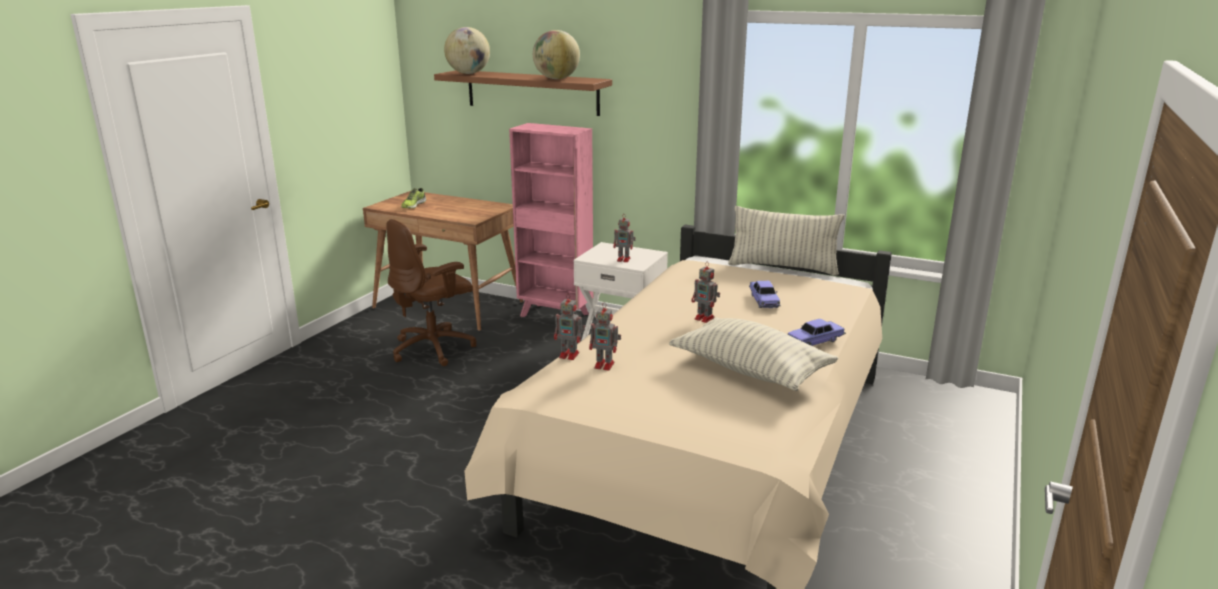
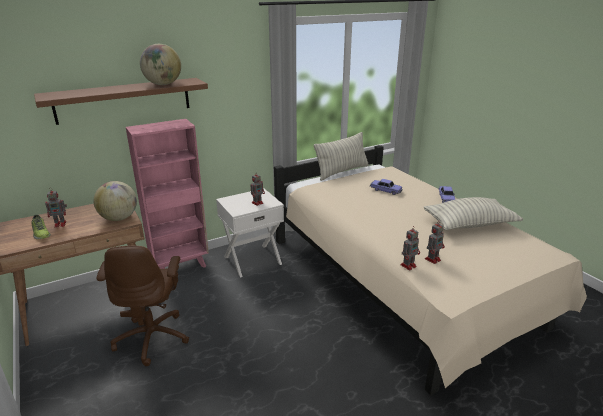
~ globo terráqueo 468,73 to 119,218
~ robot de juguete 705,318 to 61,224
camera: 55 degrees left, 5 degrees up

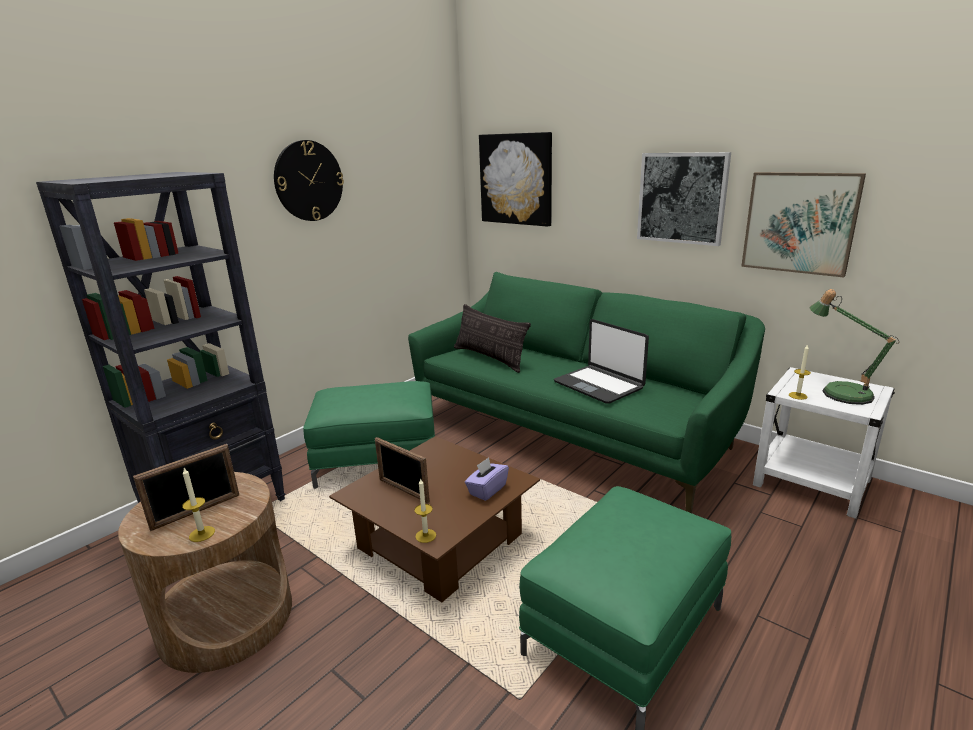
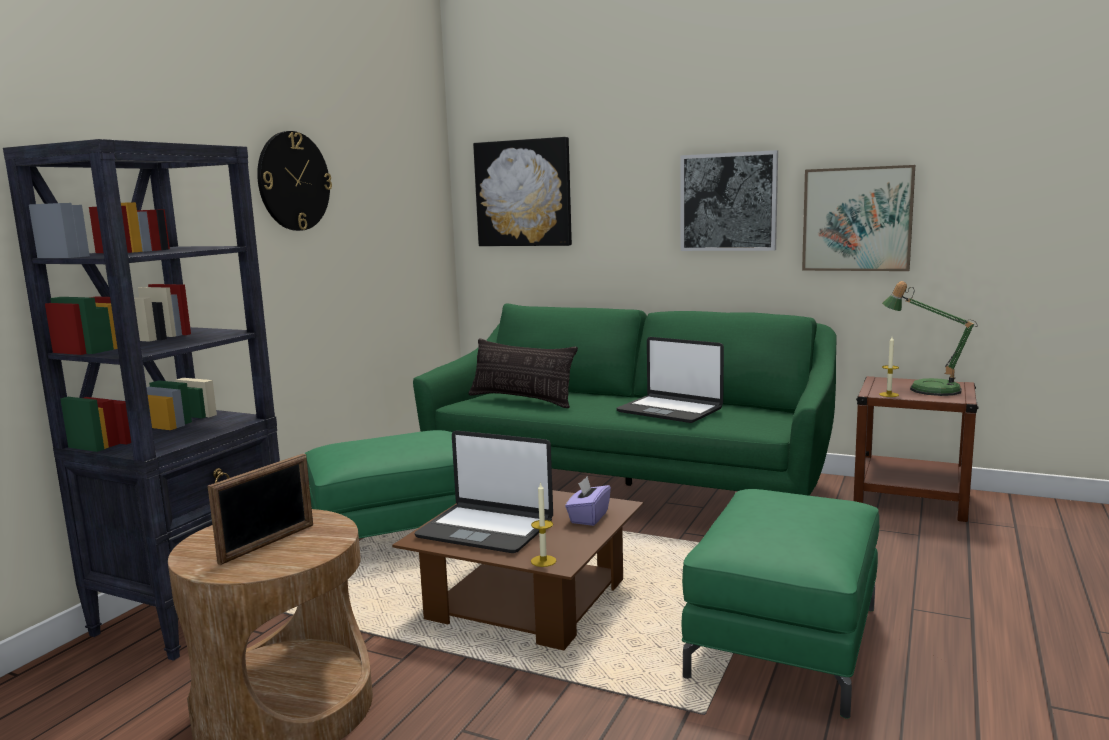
- vela 202,534
~ portarretratos 403,490 to portátil 486,529
~ mesa auxiliar/blanco 812,483 to mesa auxiliar/marrón 911,500
camera: 15 degrees left, 10 degrees down

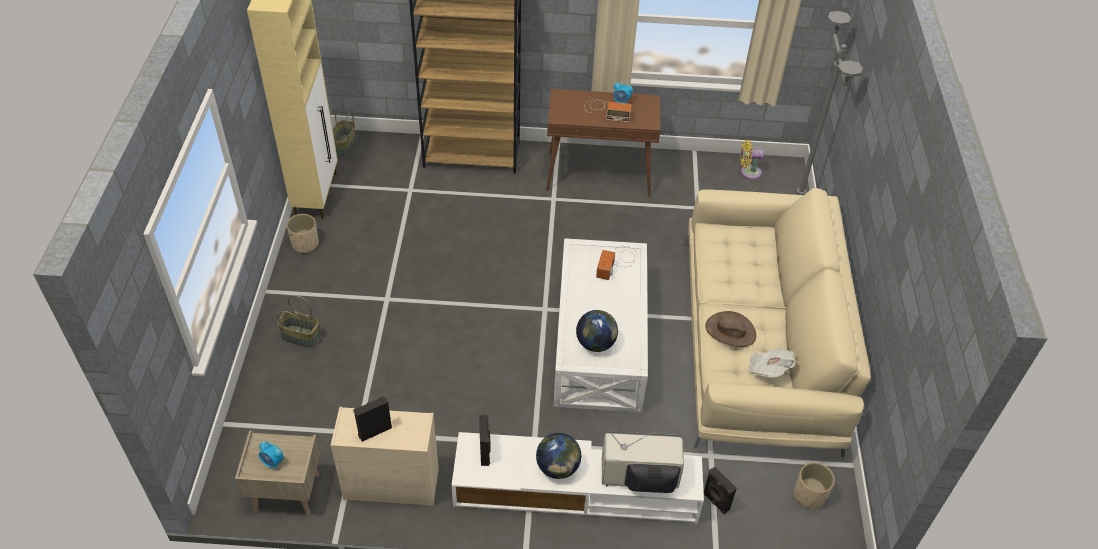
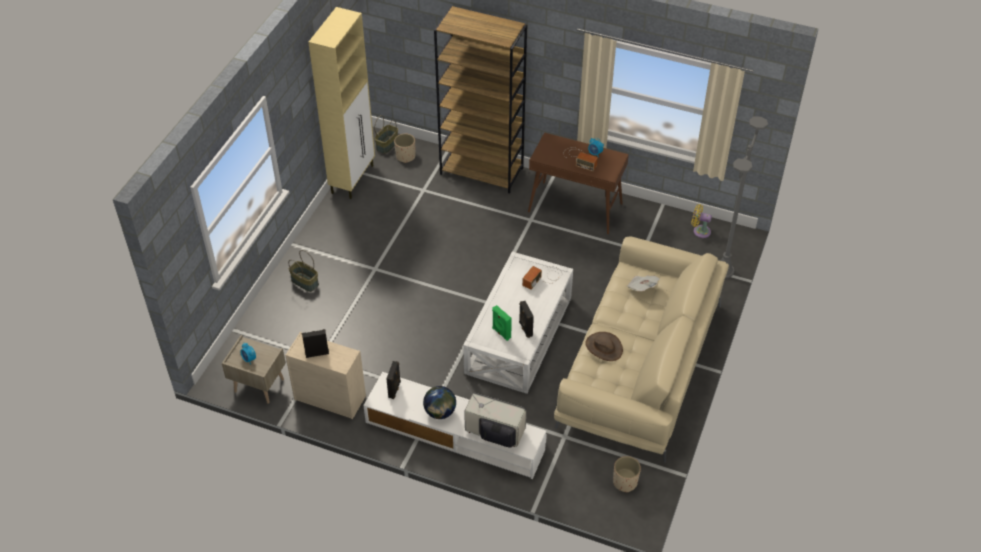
~ maceta/beis 305,244 to 405,156
~ altavoz/negro 715,502 to 525,329
~ periódico 768,369 to 642,288
~ globo terráqueo 596,343 to altavoz/verde 501,333
camera: 20 degrees right, 0 degrees up

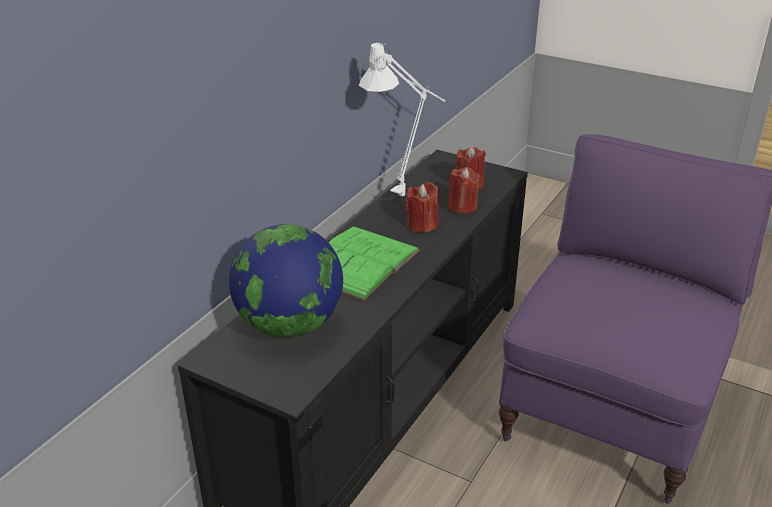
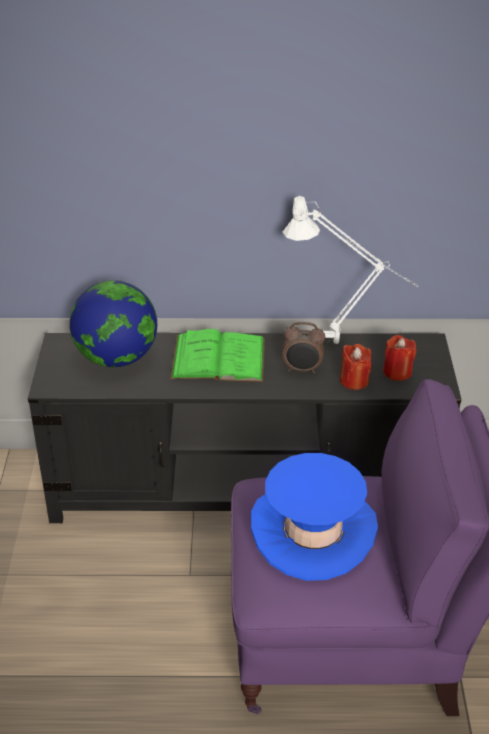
+ sombrero/azul 313,531
~ vela/rojo 422,225 to despertador 302,369
camera: 60 degrees right, 5 degrees up

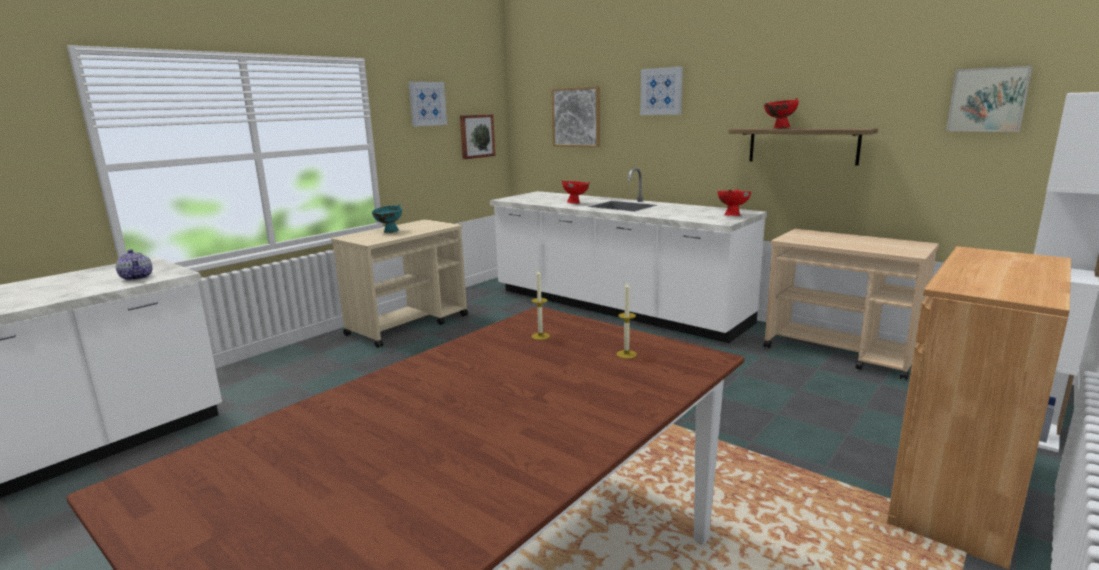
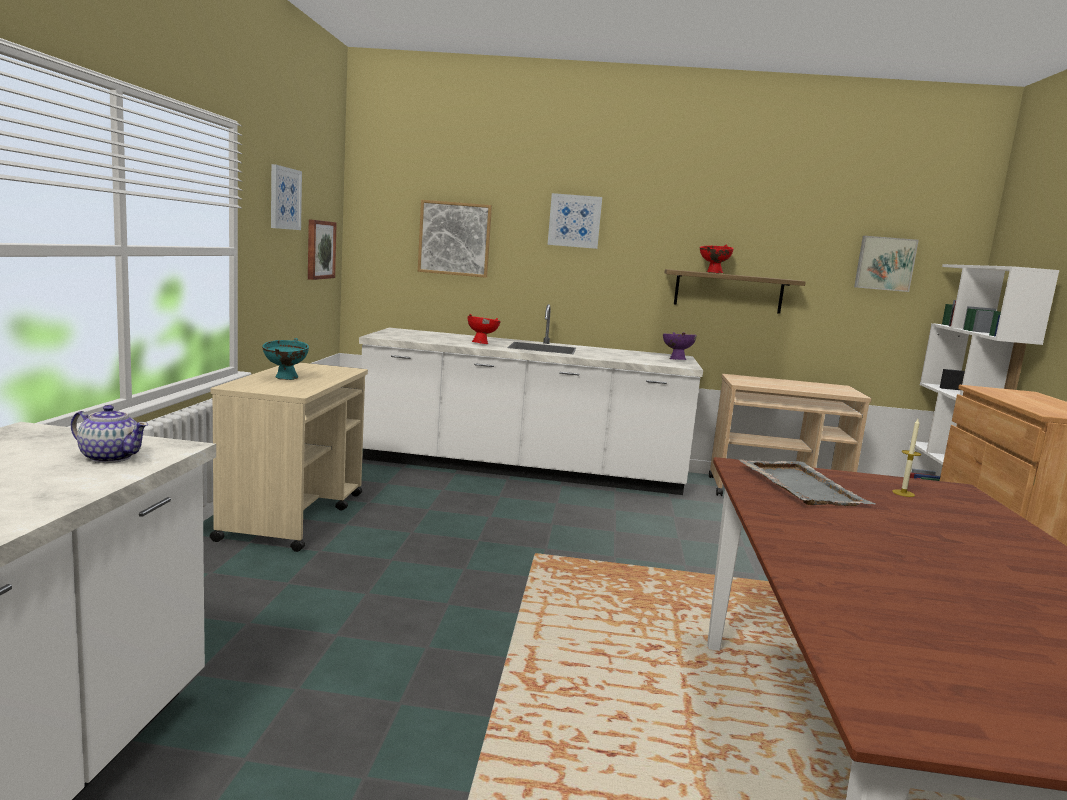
~ vela 540,336 to bandeja/gris 800,486
~ cuenco/rojo 732,215 to cuenco/morado 676,359
camera: 35 degrees left, 5 degrees down

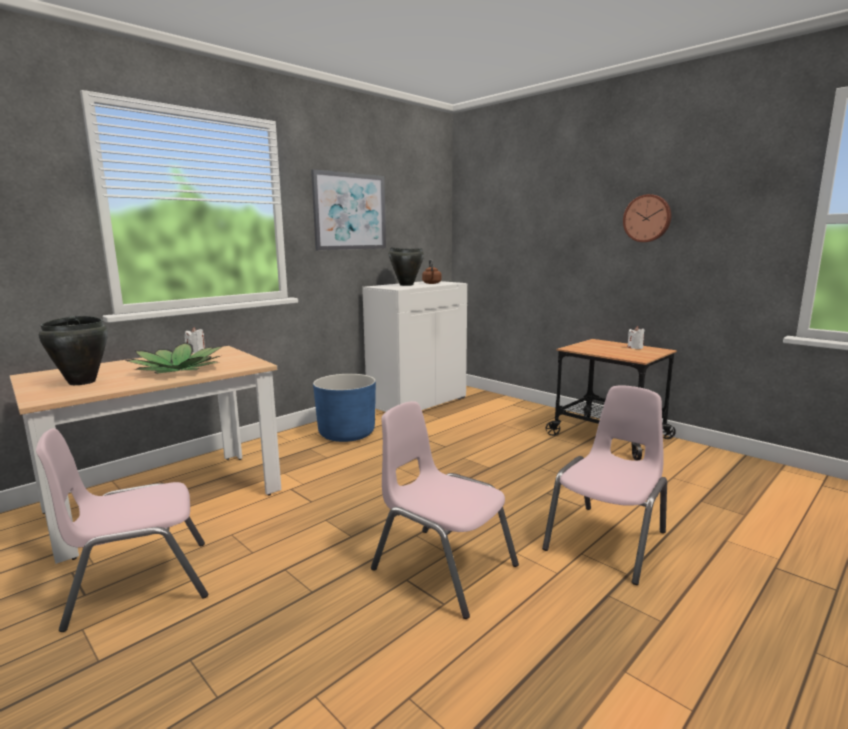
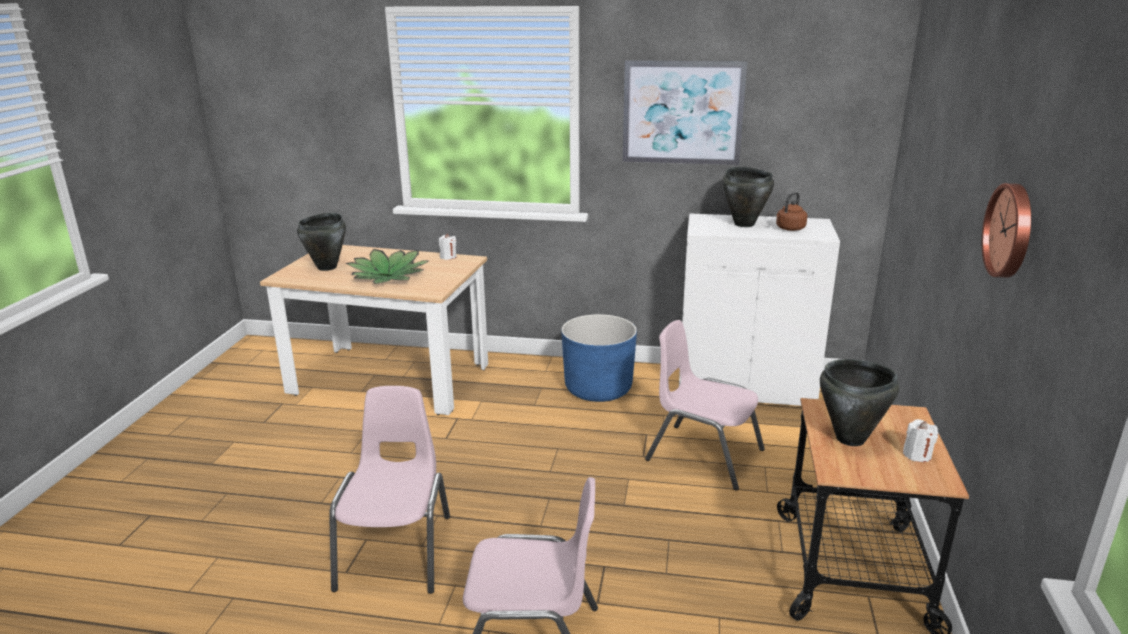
+ olla/negro 850,439
~ silla/rosa 139,584 to 704,455
camera: 55 degrees right, 10 degrees up

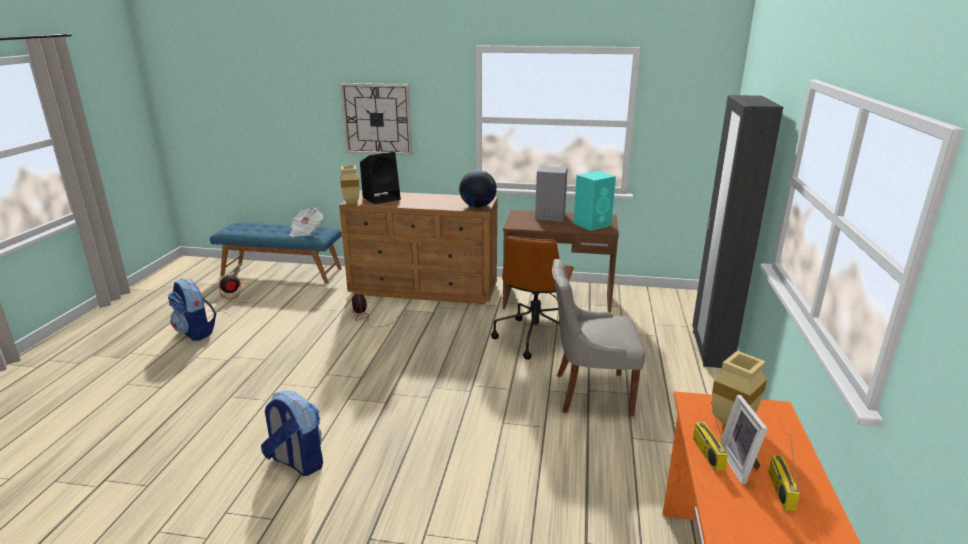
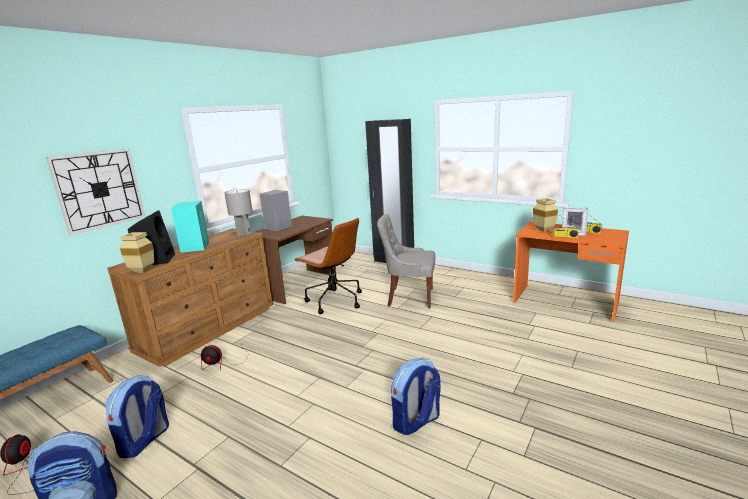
- periódico 306,231
+ mochila 145,441
~ altavoz/turquesa 593,224 to 195,247
~ globo terráqueo 477,206 to lámpara de mesa/gris 243,234
~ silla/gris 590,393 = 409,297 75 degrees clockwise
camera: 65 degrees left, 5 degrees down

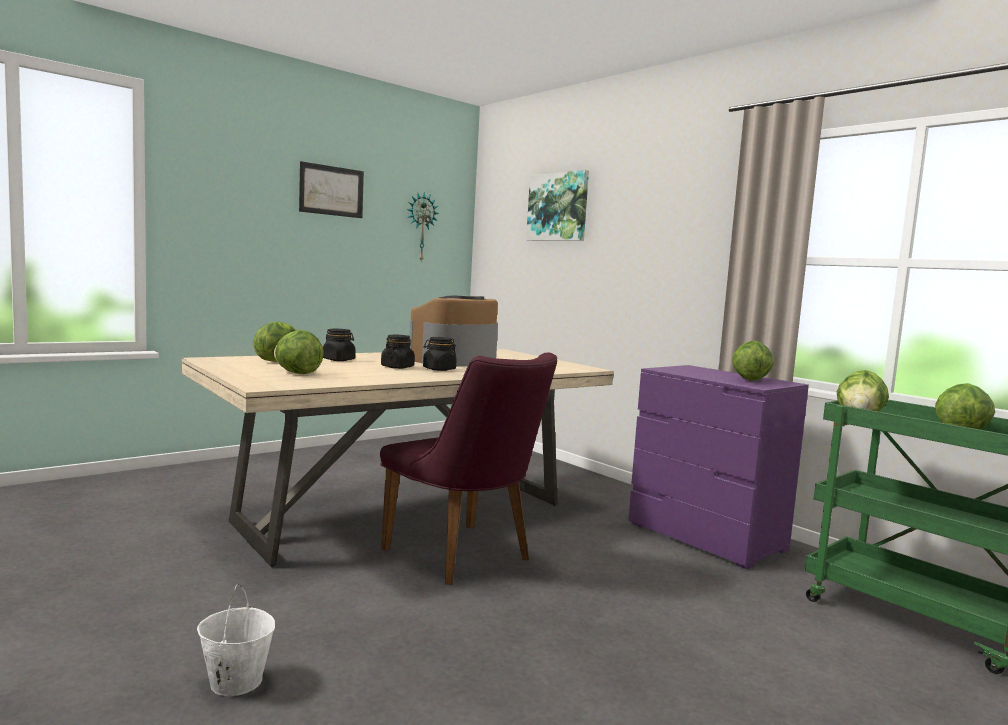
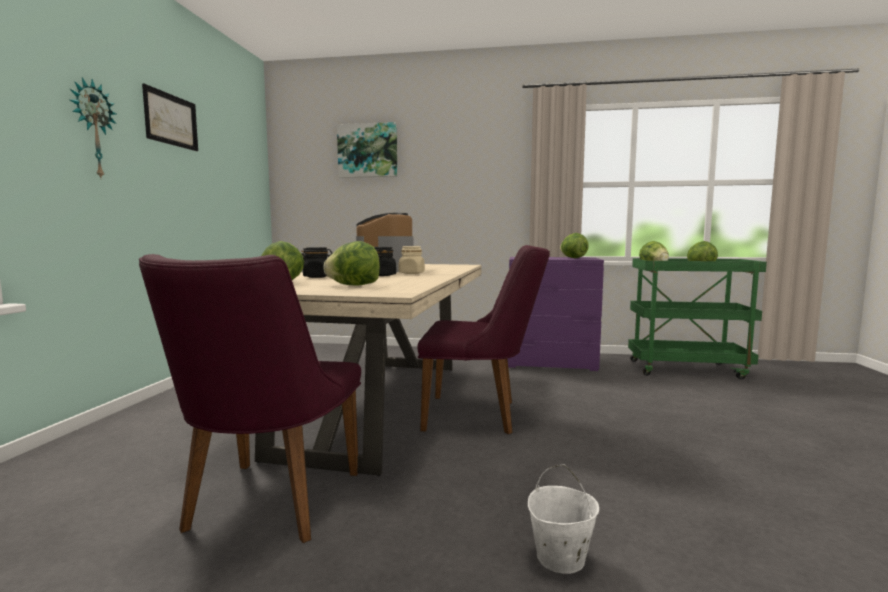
+ silla/morado 265,508
~ reloj de pared 420,227 to 92,129
~ tarro/negro 439,369 to tarro/beis 411,273
camera: 40 degrees left, 0 degrees up

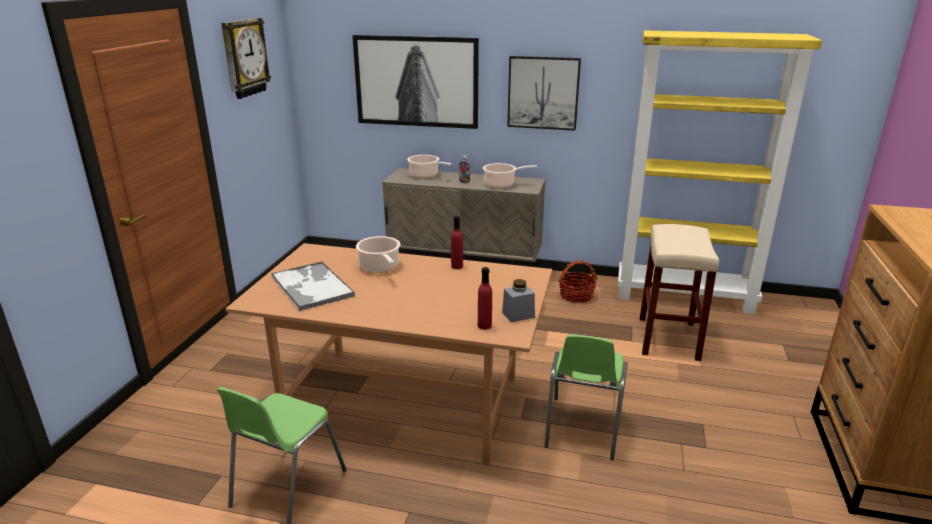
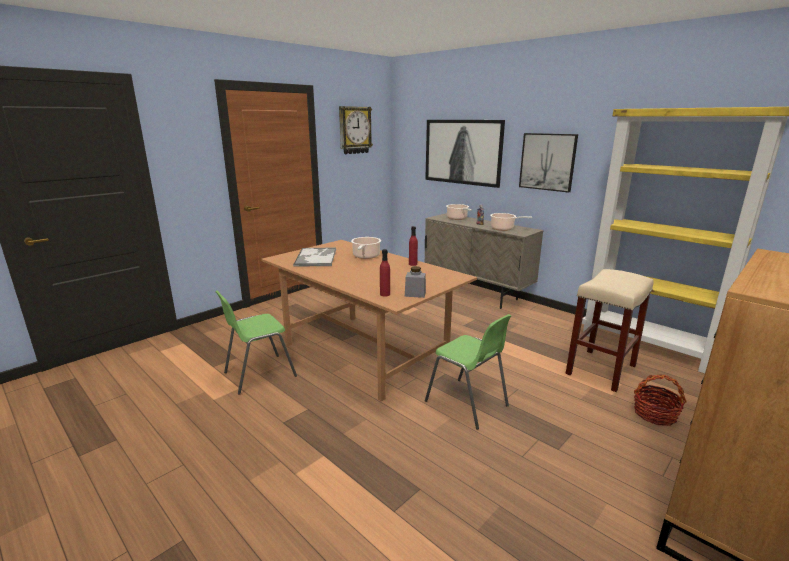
~ cesta 576,295 to 654,414
~ silla/verde 582,428 = 467,403 90 degrees counterclockwise
camera: 30 degrees right, 5 degrees down

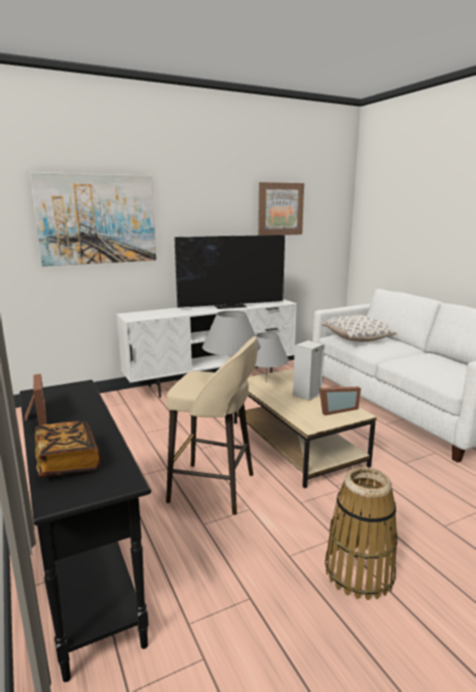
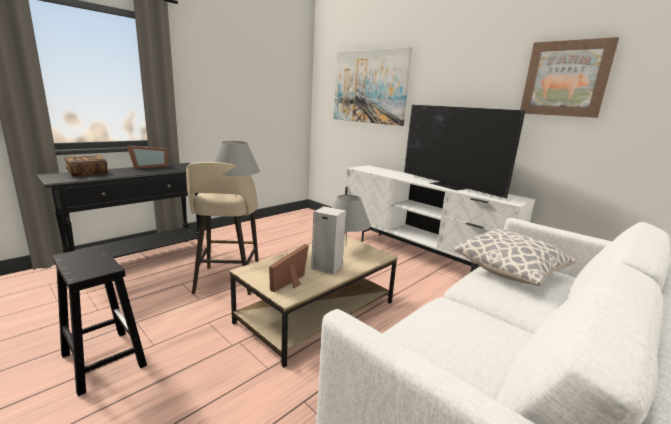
~ cesta 358,572 to taburete/negro 103,359
~ portarretratos 336,410 = 293,283 75 degrees clockwise
camera: 70 degrees right, 0 degrees up

